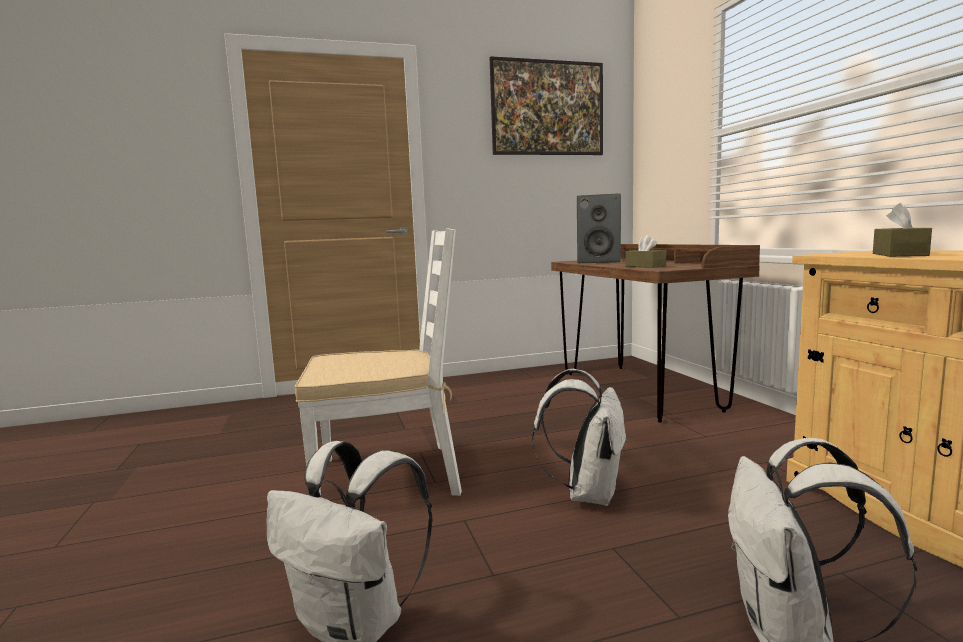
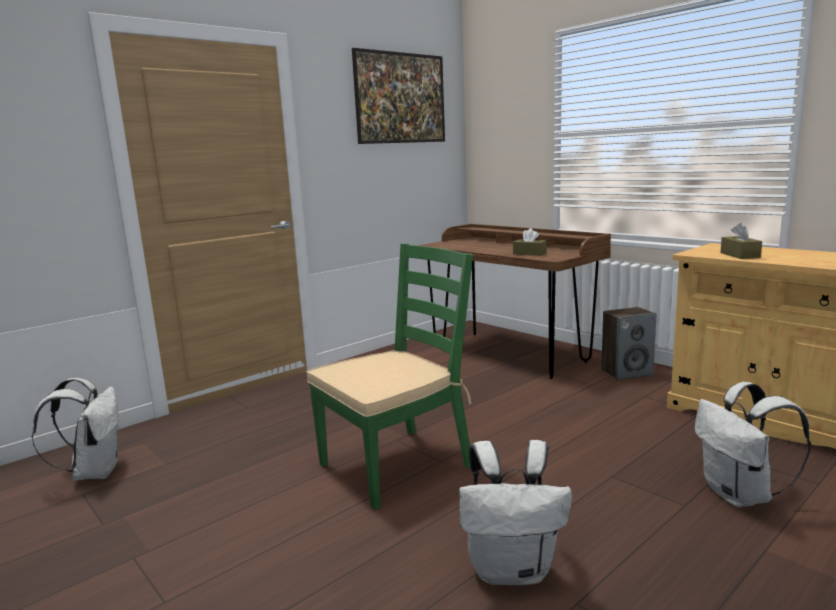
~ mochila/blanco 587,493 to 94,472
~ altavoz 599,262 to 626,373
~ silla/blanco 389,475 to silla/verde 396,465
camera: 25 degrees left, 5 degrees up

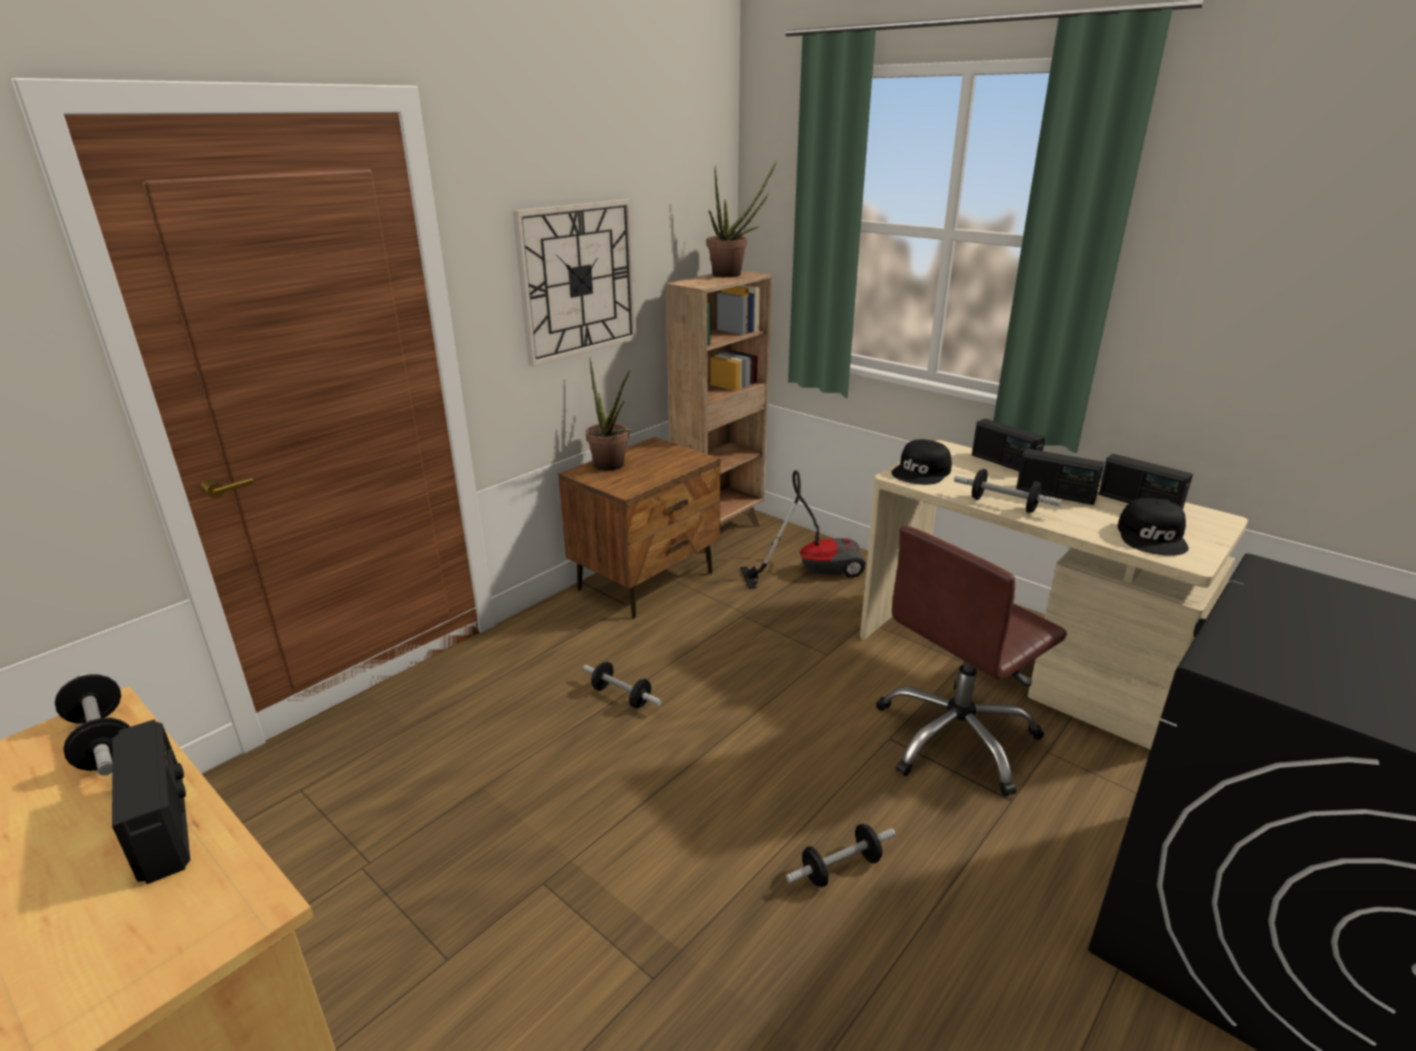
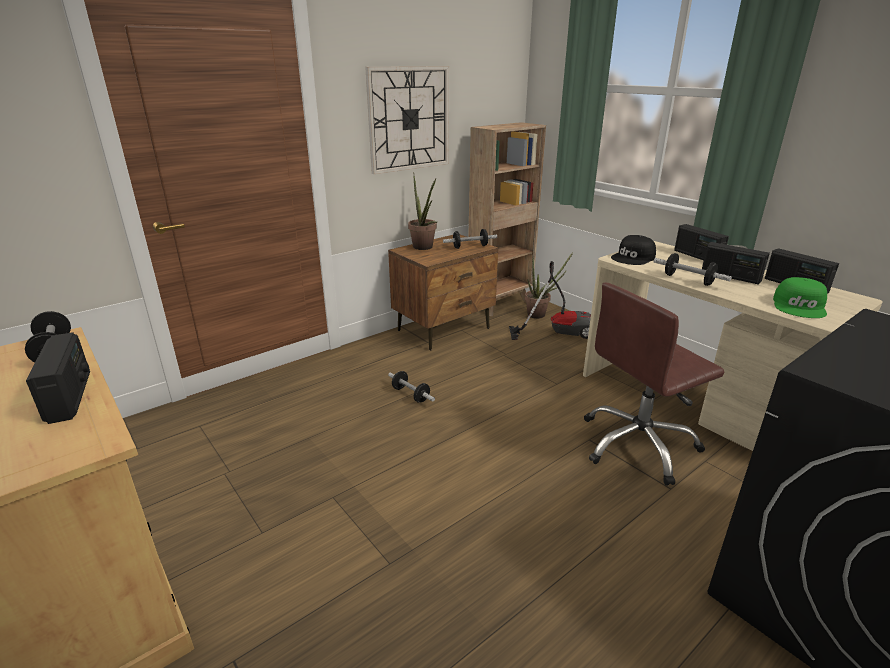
~ planta en maceta 733,274 to 540,314
~ mancuerna 840,868 to 470,247
~ gorra/negro 1153,537 to gorra/verde 800,306
camera: 10 degrees right, 0 degrees up

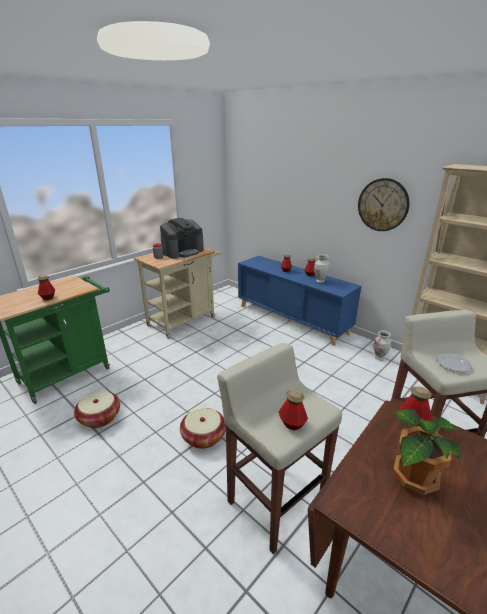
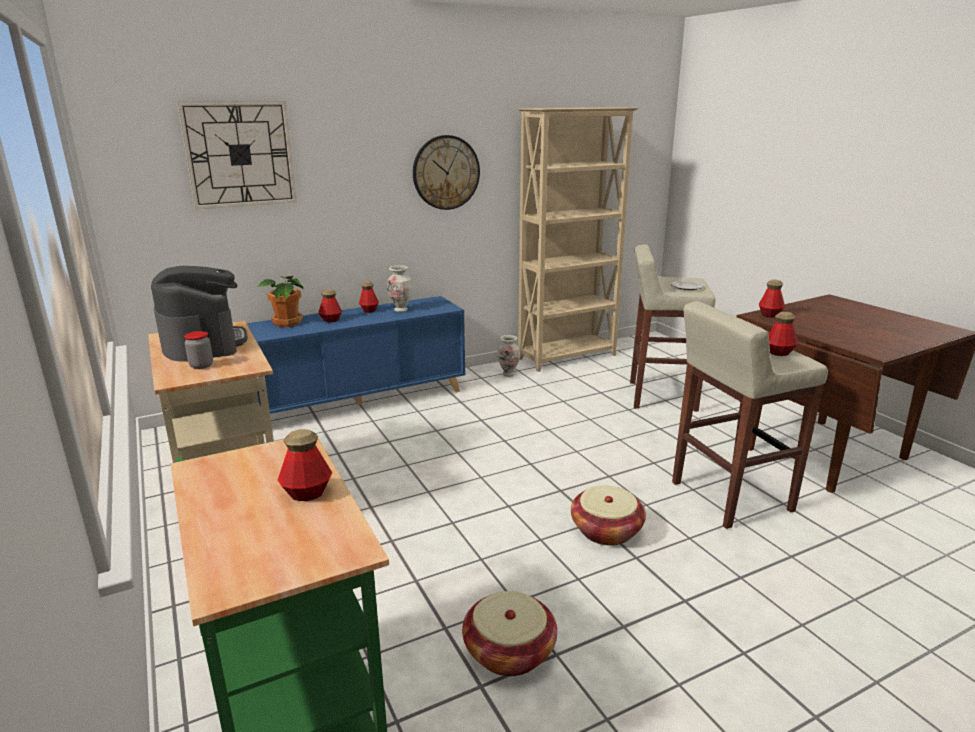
+ reloj de pared 240,154
~ planta en maceta 412,477 to 287,323
camera: 70 degrees left, 5 degrees down

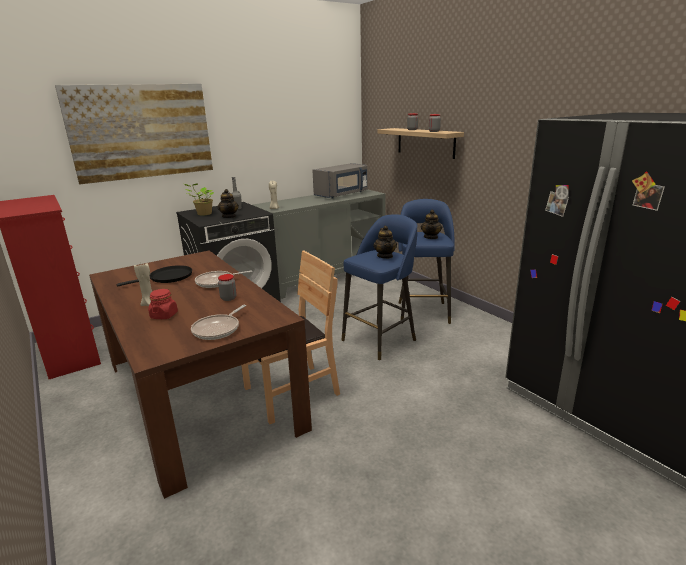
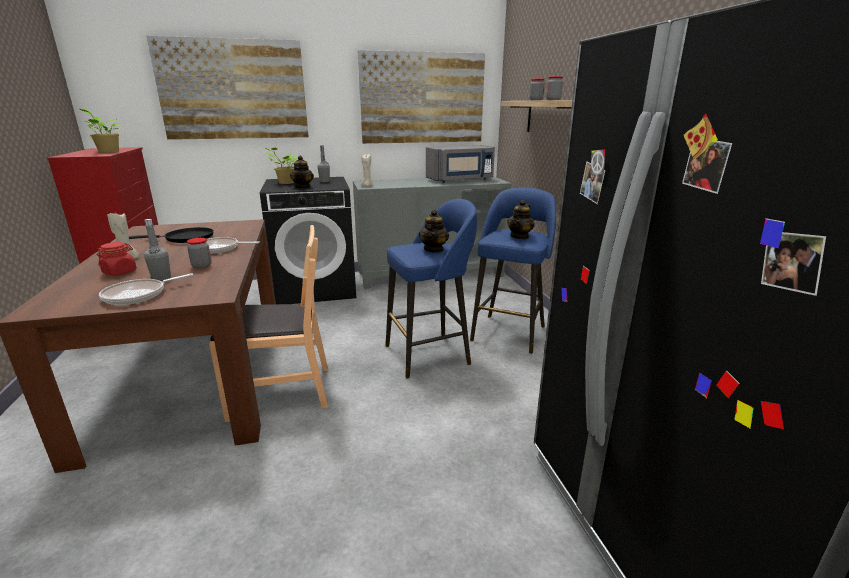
+ planta en maceta 107,152
+ botella/gris 161,278
+ cuadro 422,98
camera: 20 degrees right, 0 degrees up

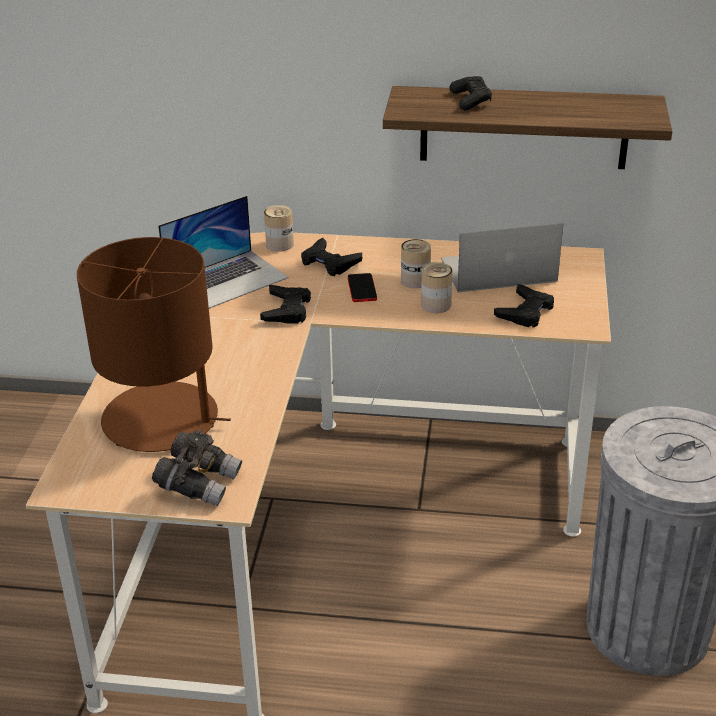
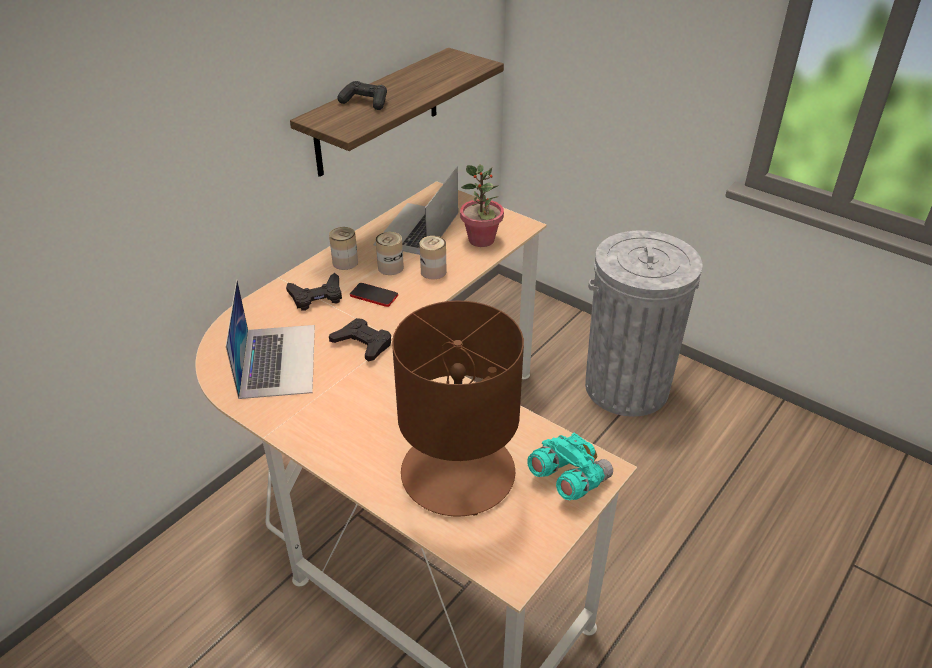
~ lata 279,244 to 345,262
~ mando de consola/negro 525,312 to planta en maceta 481,240
~ prismáticos/gris 199,483 to prismáticos/turquesa 568,479
camera: 60 degrees left, 5 degrees up

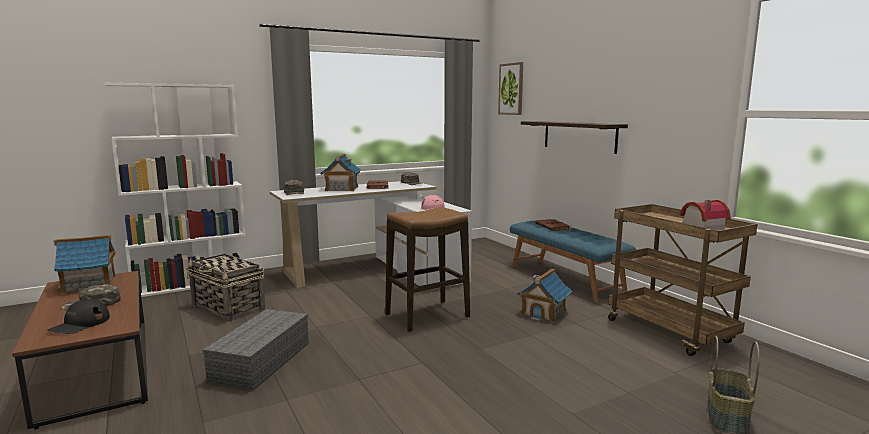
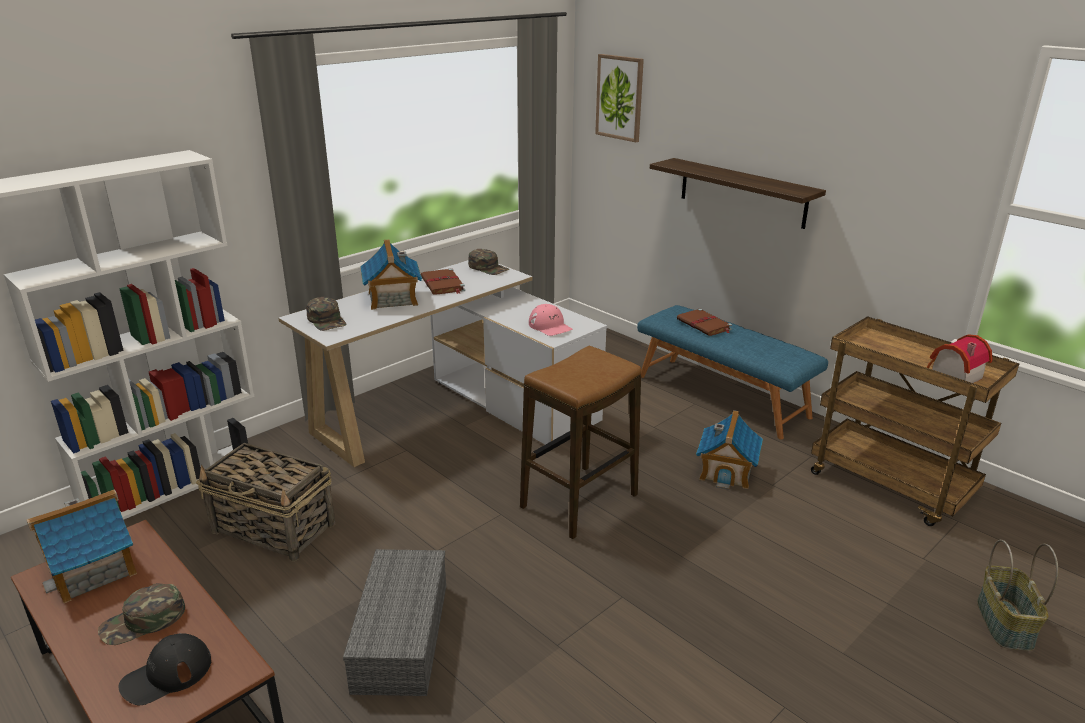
~ gorra/negro 80,324 = 167,674 45 degrees clockwise
camera: 15 degrees left, 15 degrees up

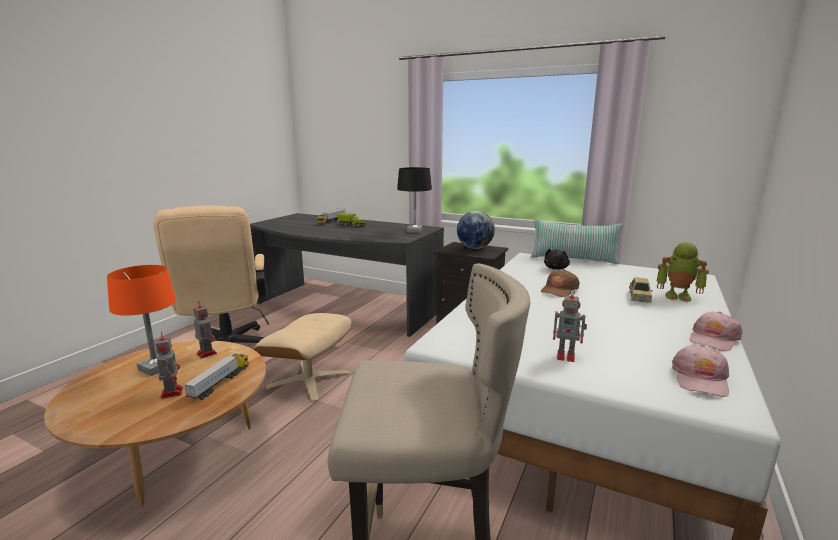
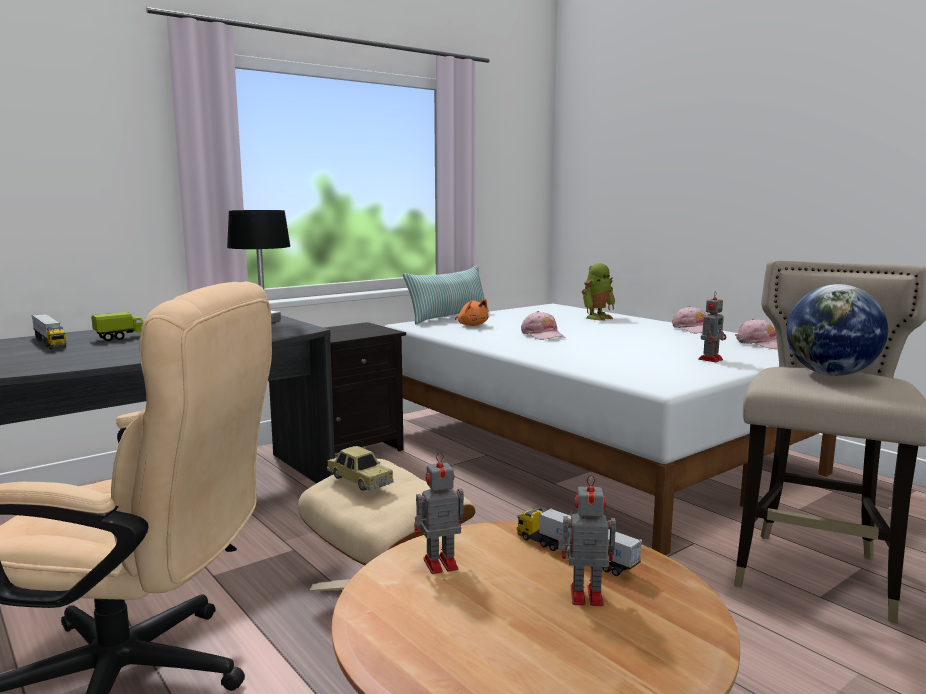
- lámpara de mesa/naranja 155,368
~ globo terráqueo 474,248 to 830,374
~ coche de juguete 639,297 to 359,480
~ gorra/marrón 559,290 to gorra/rosa 543,335
~ peluche/negro 556,268 to peluche/naranja 472,325
camera: 65 degrees left, 5 degrees down

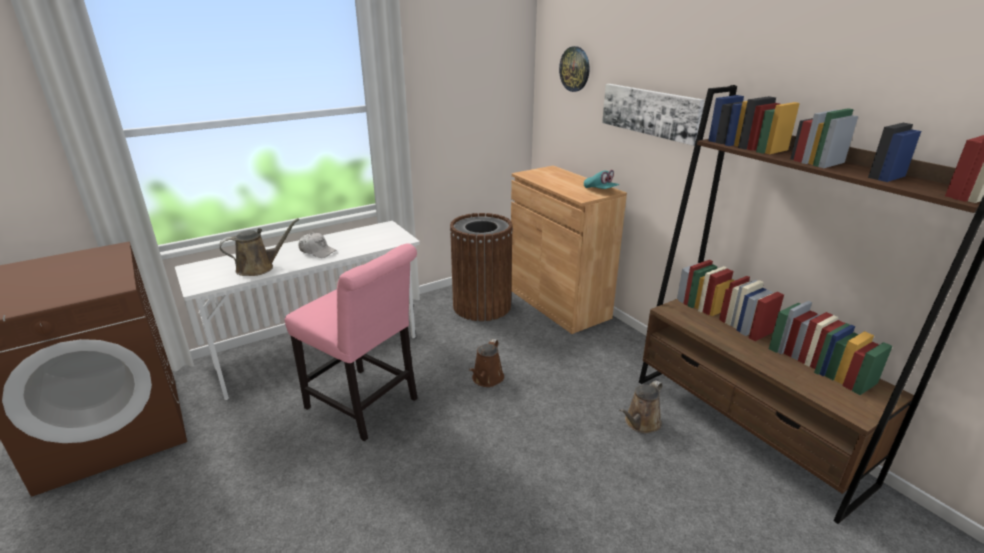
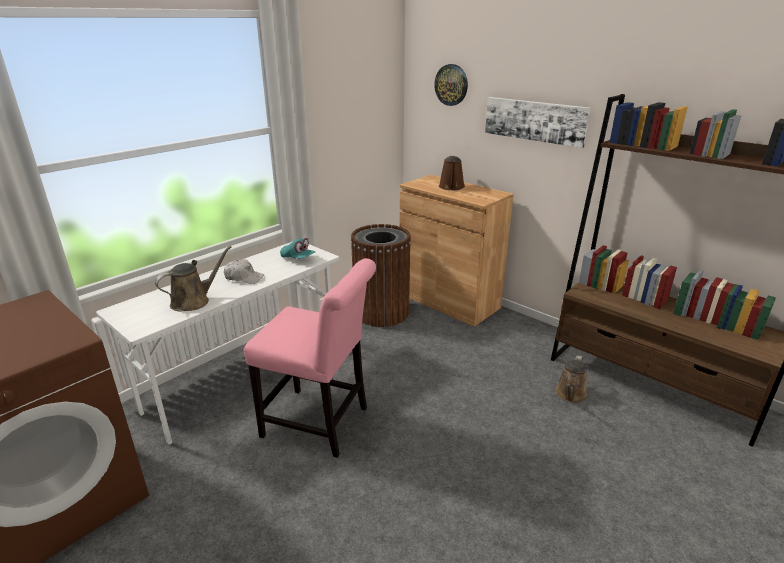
~ regadera/marrón 486,379 to 451,187
~ gorra/turquesa 600,190 to 298,258
camera: 15 degrees left, 0 degrees up

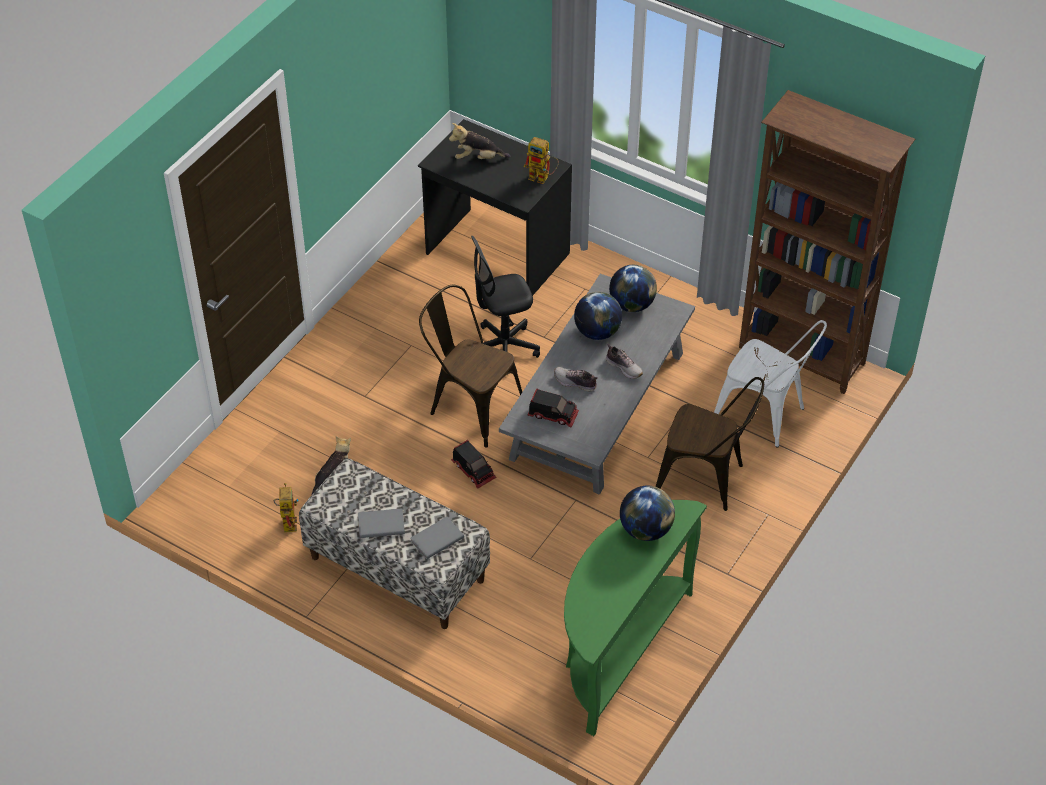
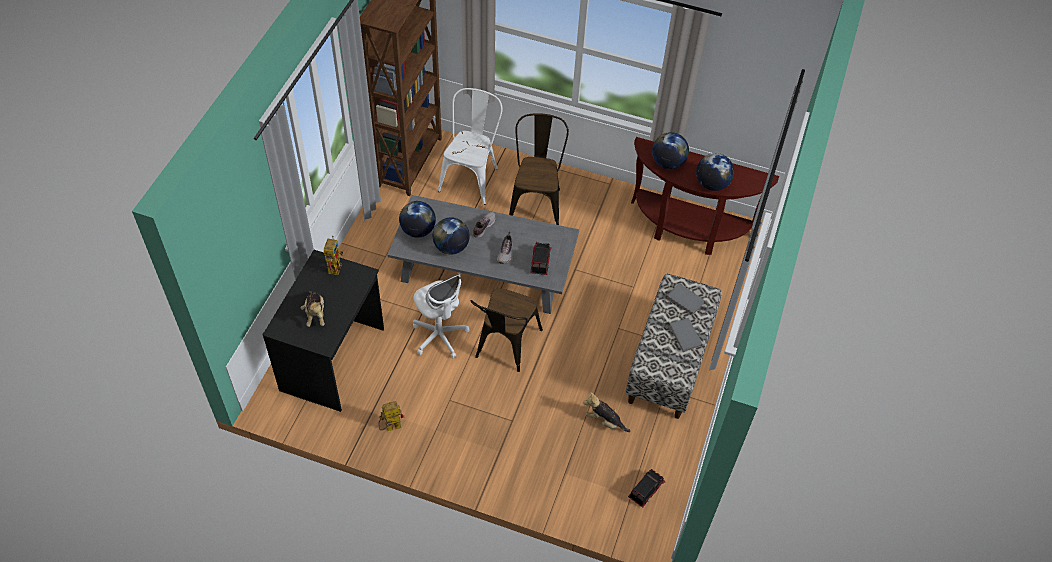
+ globo terráqueo 711,184
~ robot de juguete 288,521 to 390,427
~ camión de juguete 474,470 to 645,489
~ silla de oficina/negro 503,348 to silla de oficina/blanco 440,336
~ mesa consola/verde 619,649 to mesa consola/marrón 687,230
camera: 105 degrees left, 5 degrees up

